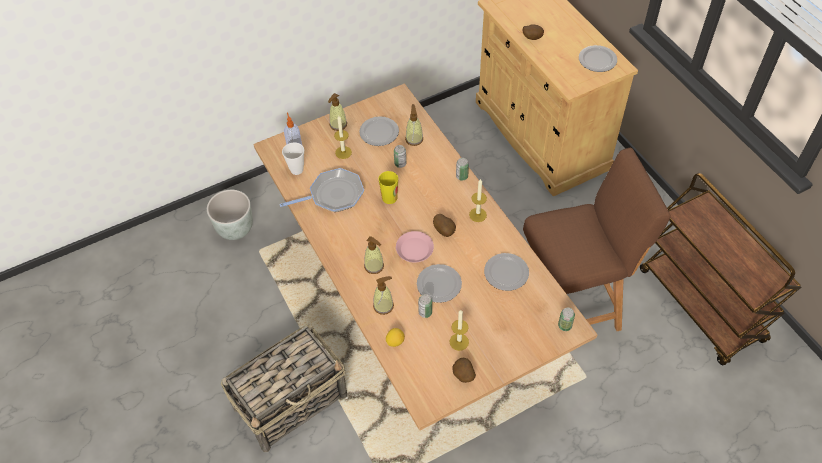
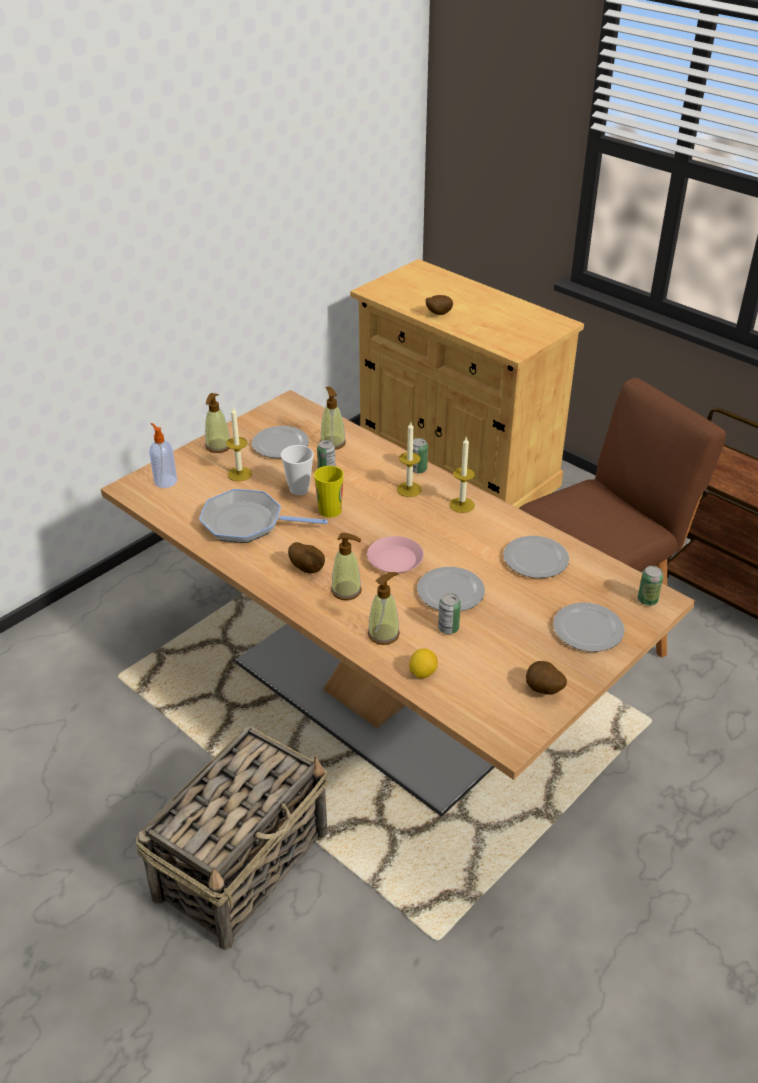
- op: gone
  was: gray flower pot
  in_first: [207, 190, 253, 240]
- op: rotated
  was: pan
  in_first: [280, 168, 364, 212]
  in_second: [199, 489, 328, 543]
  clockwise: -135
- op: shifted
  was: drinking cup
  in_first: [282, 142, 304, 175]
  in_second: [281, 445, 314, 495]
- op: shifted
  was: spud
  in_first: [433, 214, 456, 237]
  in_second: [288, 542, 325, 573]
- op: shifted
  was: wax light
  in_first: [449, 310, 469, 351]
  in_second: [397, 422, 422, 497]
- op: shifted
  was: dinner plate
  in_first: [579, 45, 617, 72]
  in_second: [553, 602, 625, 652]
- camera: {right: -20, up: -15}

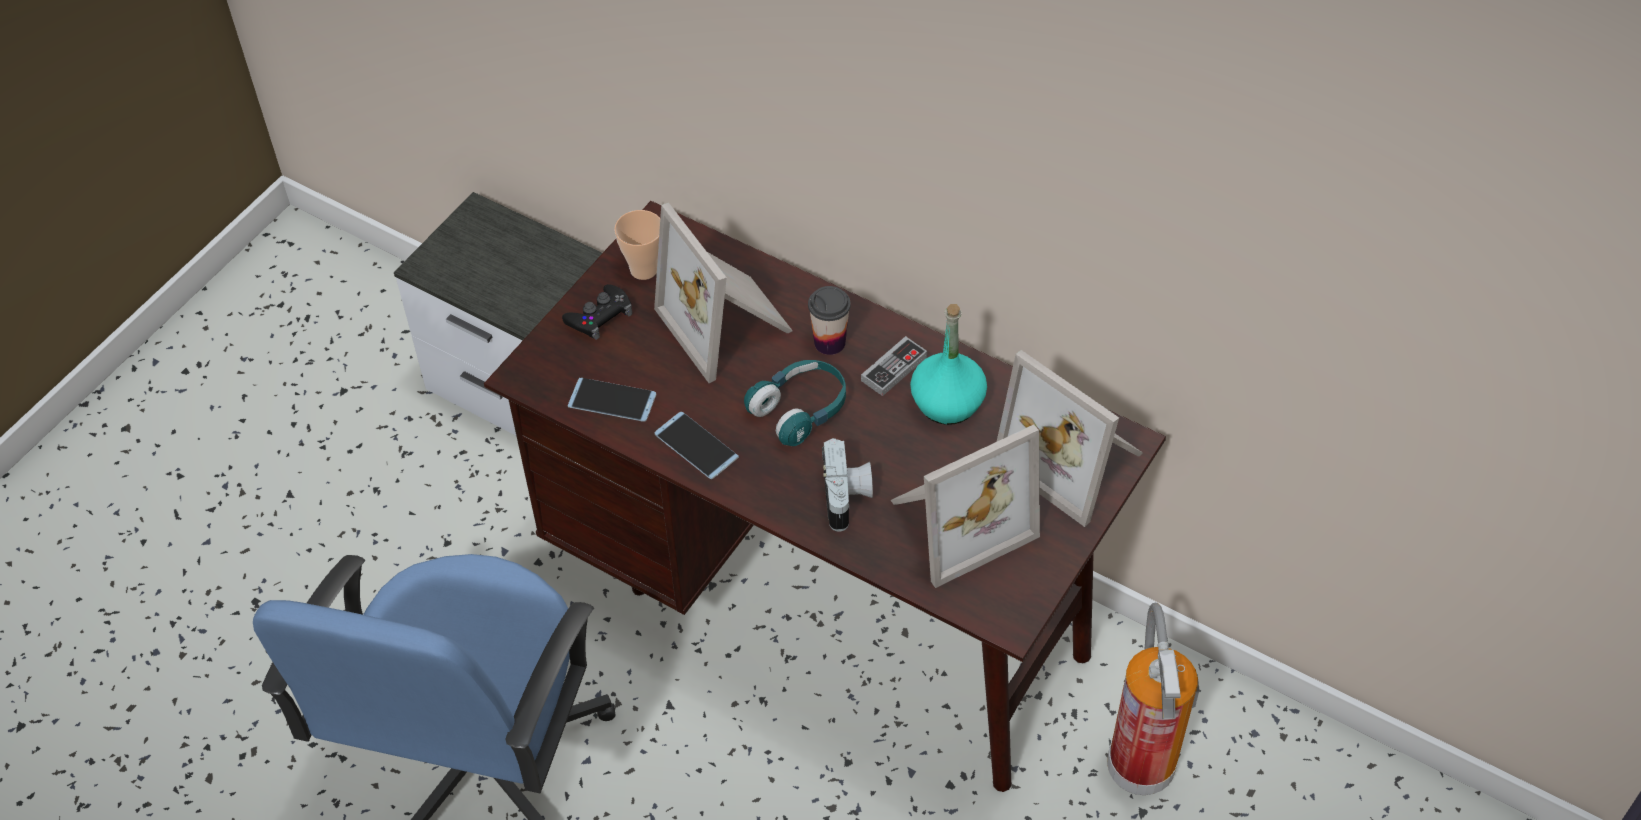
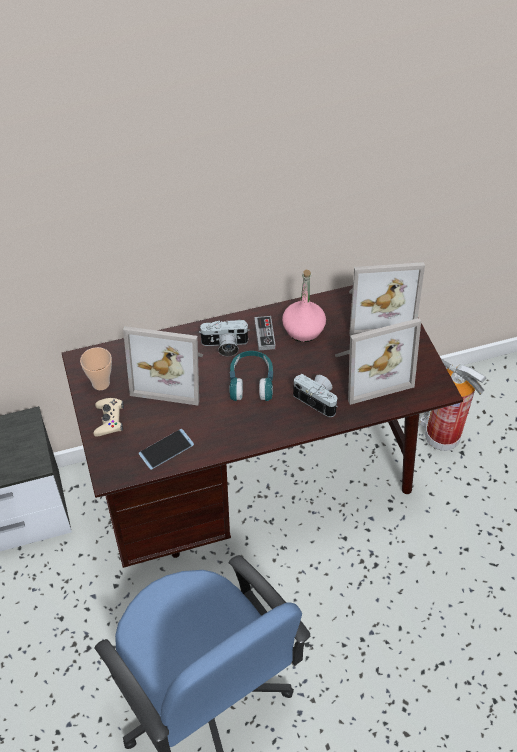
- op: repainted
  was: black gamepad
  now: sand-coloured gamepad
  in_first: [562, 284, 632, 340]
  in_second: [94, 398, 124, 437]
- op: gone
  was: telephone
  in_first: [654, 412, 739, 479]
- op: swapped
  was: drinking cup
  now: still camera
  in_first: [808, 286, 851, 355]
  in_second: [199, 320, 249, 356]
- op: rotated
  was: picture frame
  in_first: [891, 425, 1040, 588]
  in_second: [335, 318, 421, 405]
  clockwise: 60
- op: repainted
  was: blue-green beverage bottle
  now: pink beverage bottle
  in_first: [910, 304, 987, 425]
  in_second: [282, 270, 326, 342]
- camera: {right: -50, up: 0}

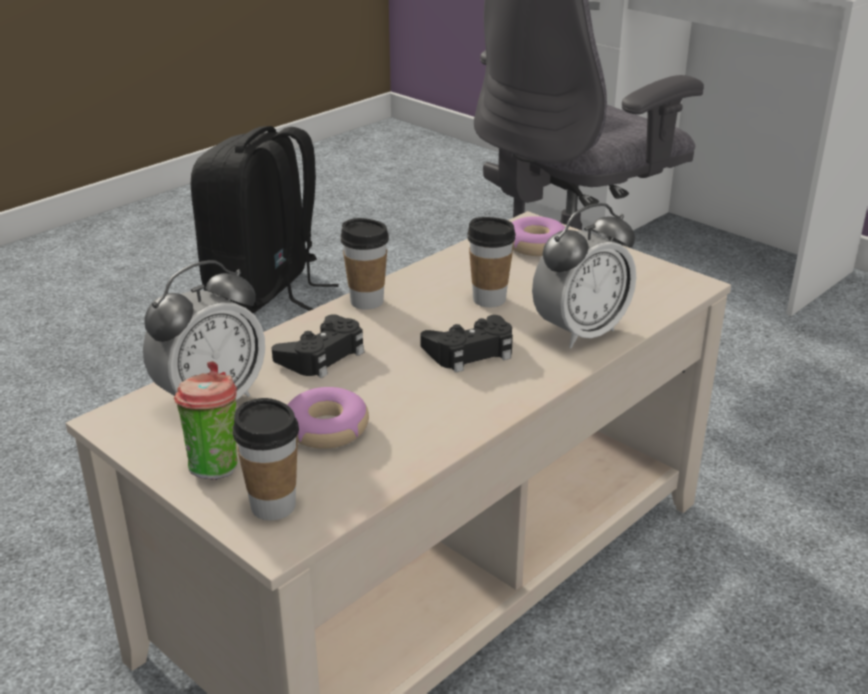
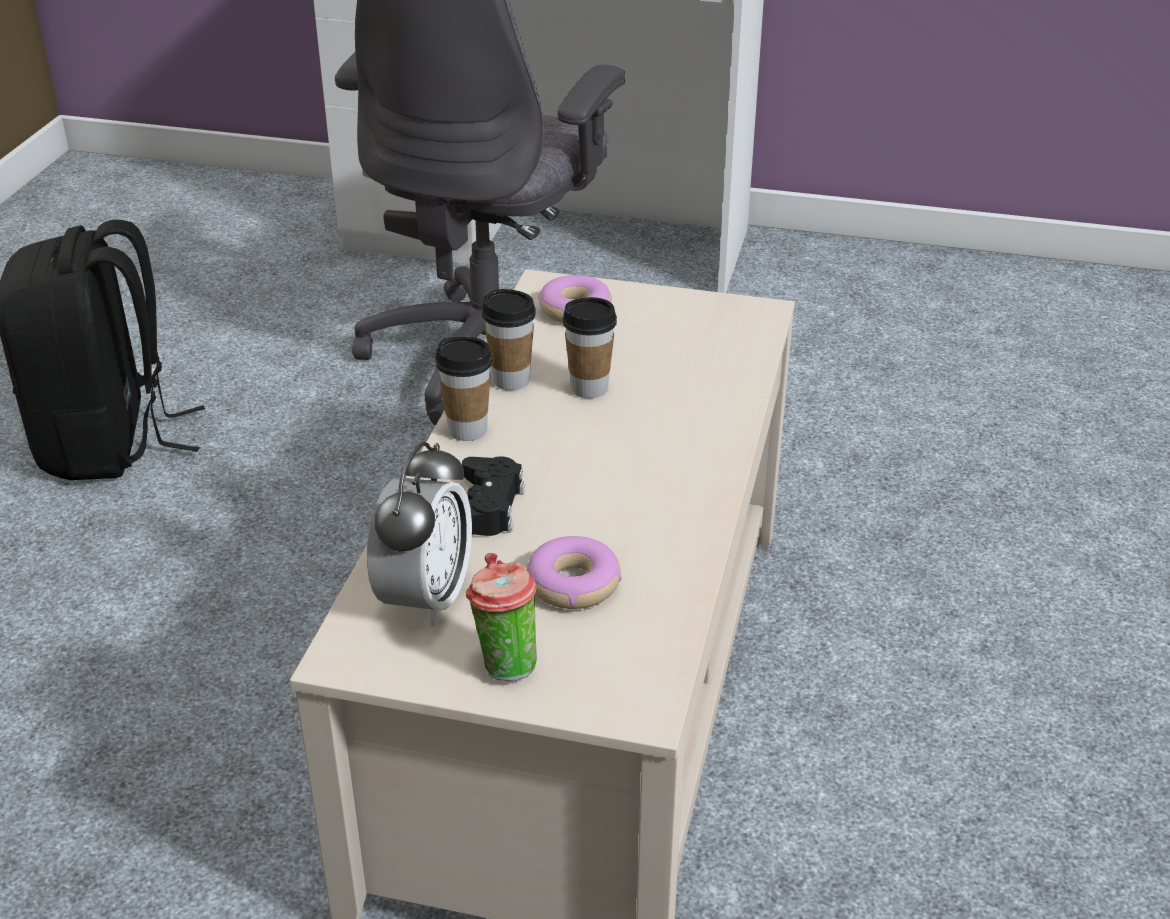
- op: shifted
  was: drinking cup
  in_first: [233, 398, 299, 521]
  in_second: [482, 289, 536, 390]
- op: gone
  was: black gamepad
  in_first: [420, 315, 513, 373]
- op: gone
  was: alarm clock
  in_first: [532, 203, 636, 348]
- camera: {right: -30, up: 5}

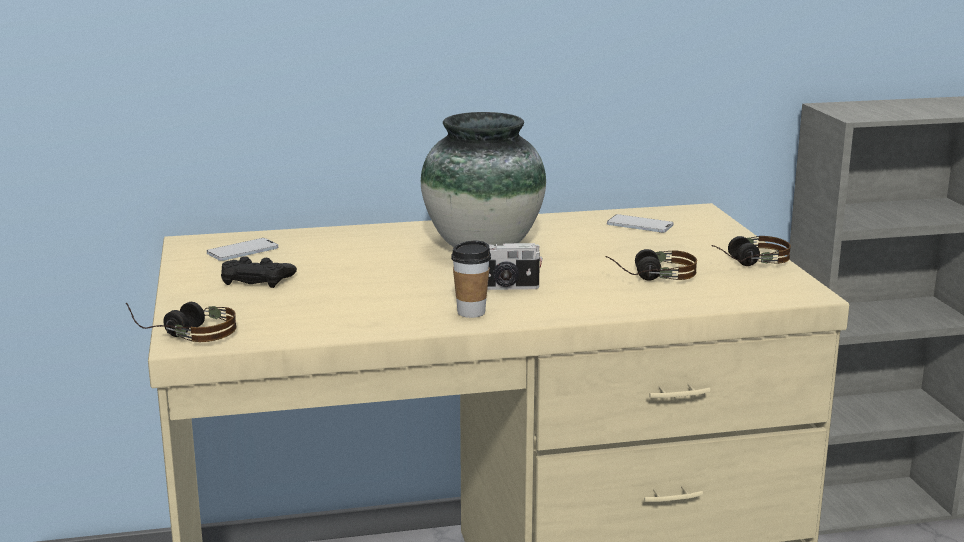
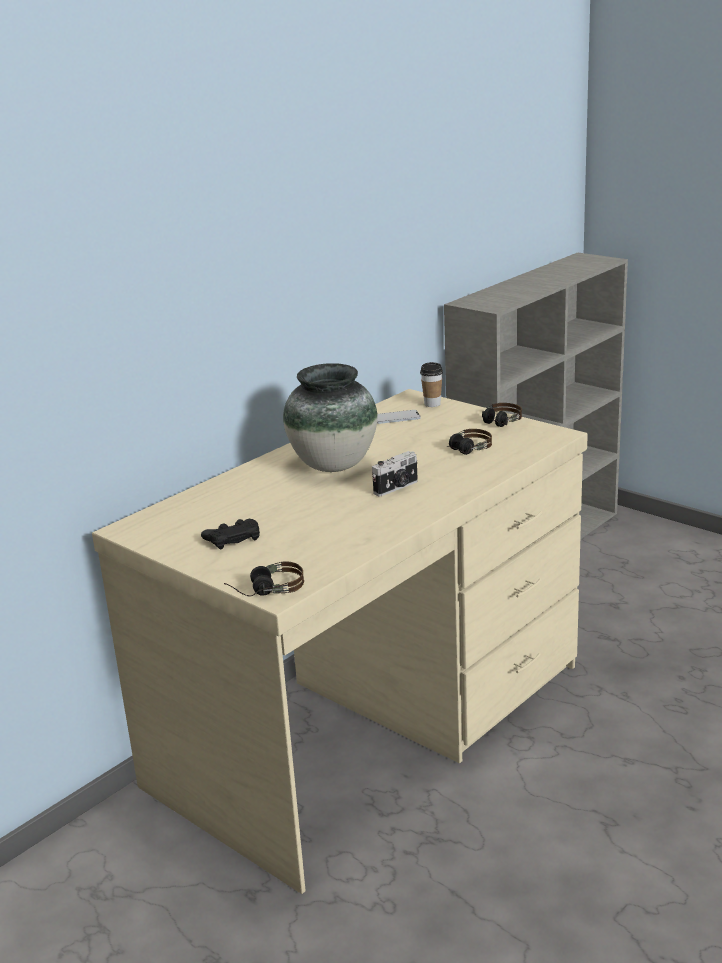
- op: gone
  was: telephone
  in_first: [207, 238, 278, 261]
- op: shifted
  was: drinking cup
  in_first: [451, 241, 491, 318]
  in_second: [420, 362, 443, 407]
- camera: {right: -35, up: 5}

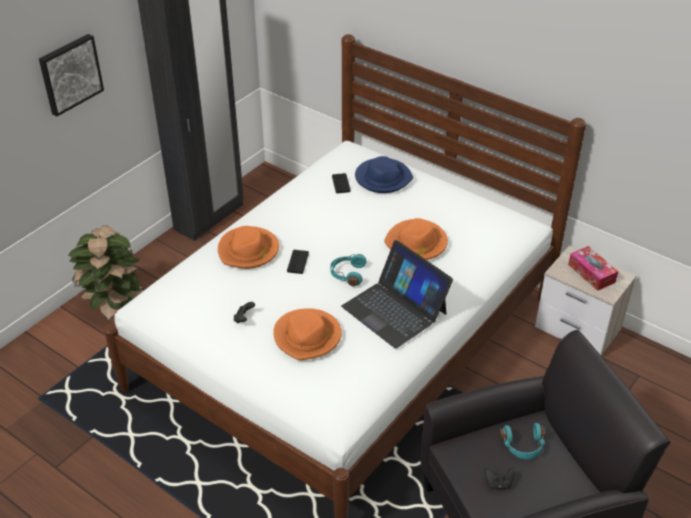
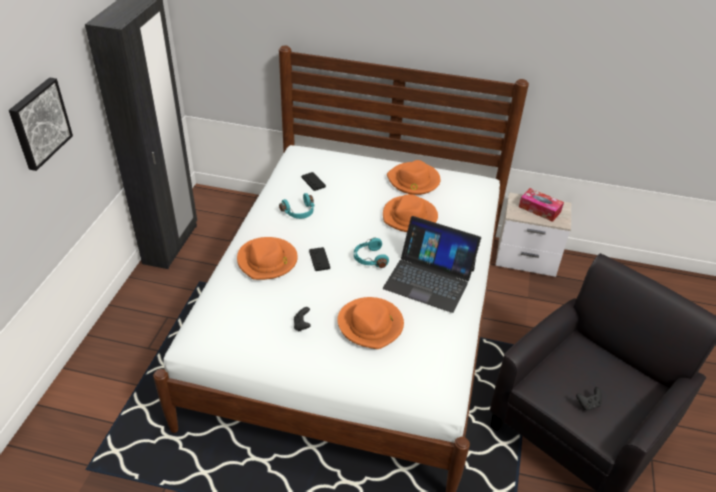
- op: gone
  was: houseplant
  in_first: [68, 225, 145, 321]
- op: gone
  was: bluish hat
  in_first: [355, 156, 413, 193]
- op: shifted
  was: blue-green pair of headphones
  in_first: [499, 423, 546, 459]
  in_second: [279, 193, 315, 219]
- op: new
  now: orange hat
  in_second: [387, 160, 440, 195]
- camera: {right: -25, up: 0}

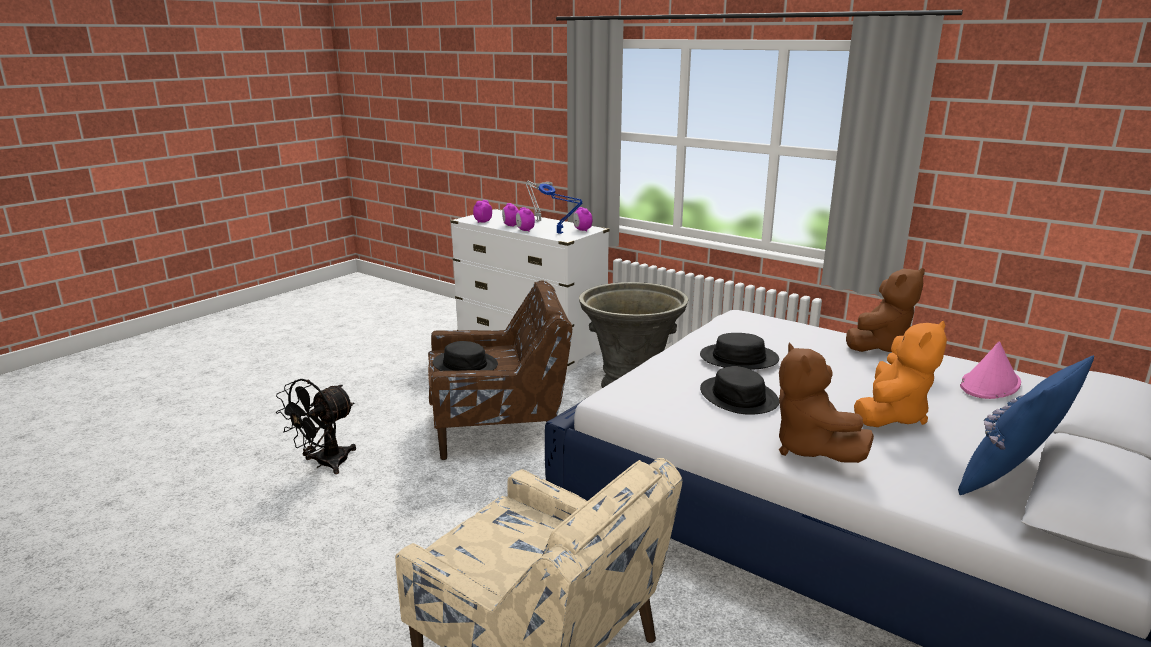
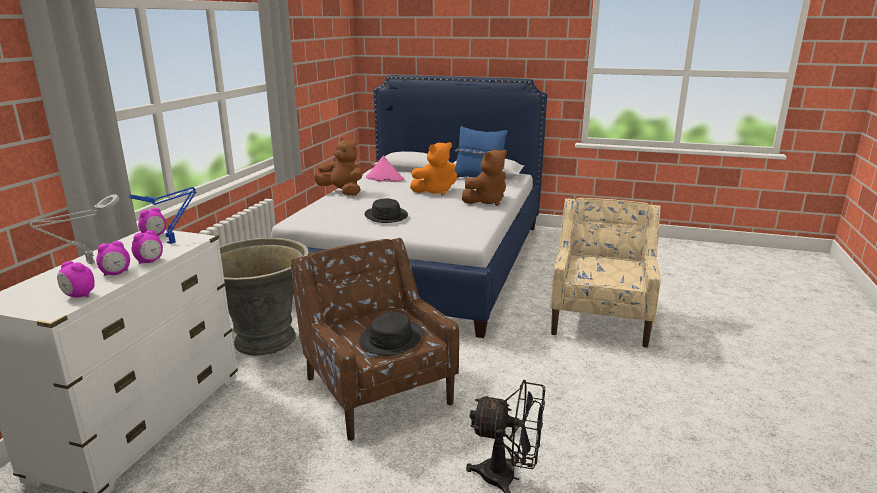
- op: gone
  was: black hat
  in_first: [700, 366, 779, 415]
- op: rotated
  was: orange soft toy
  in_first: [854, 321, 947, 427]
  in_second: [410, 142, 457, 196]
  clockwise: 135
- camera: {right: -110, up: 0}

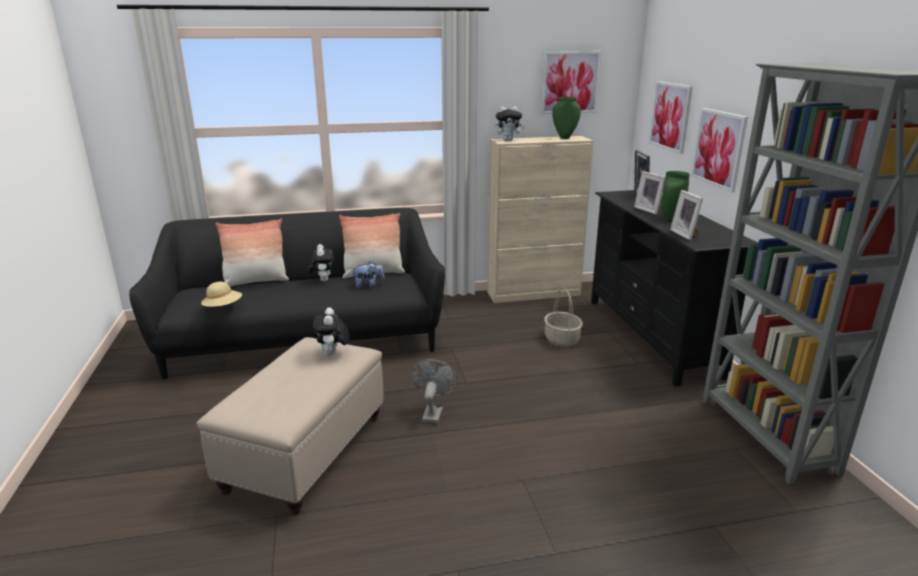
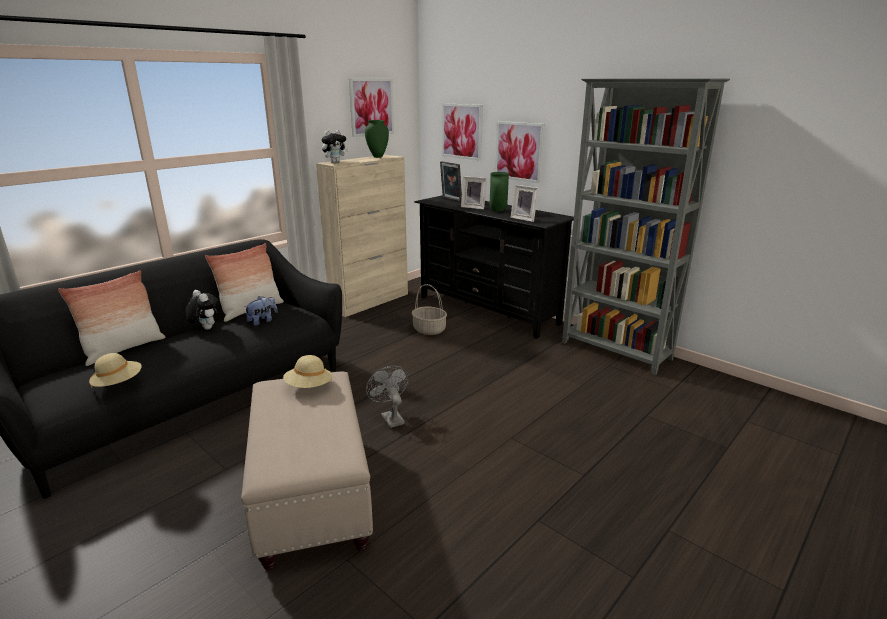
- op: swapped
  was: soft toy
  now: sand-coloured hat
  in_first: [313, 307, 349, 356]
  in_second: [283, 355, 332, 388]
- camera: {right: -35, up: 0}

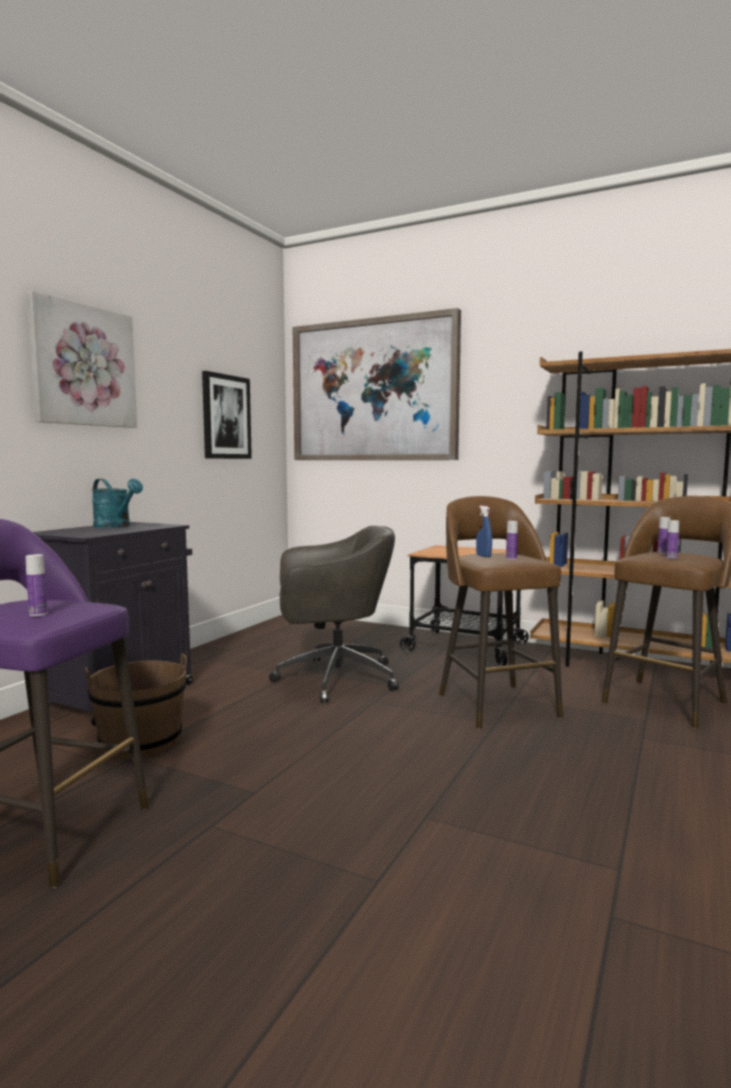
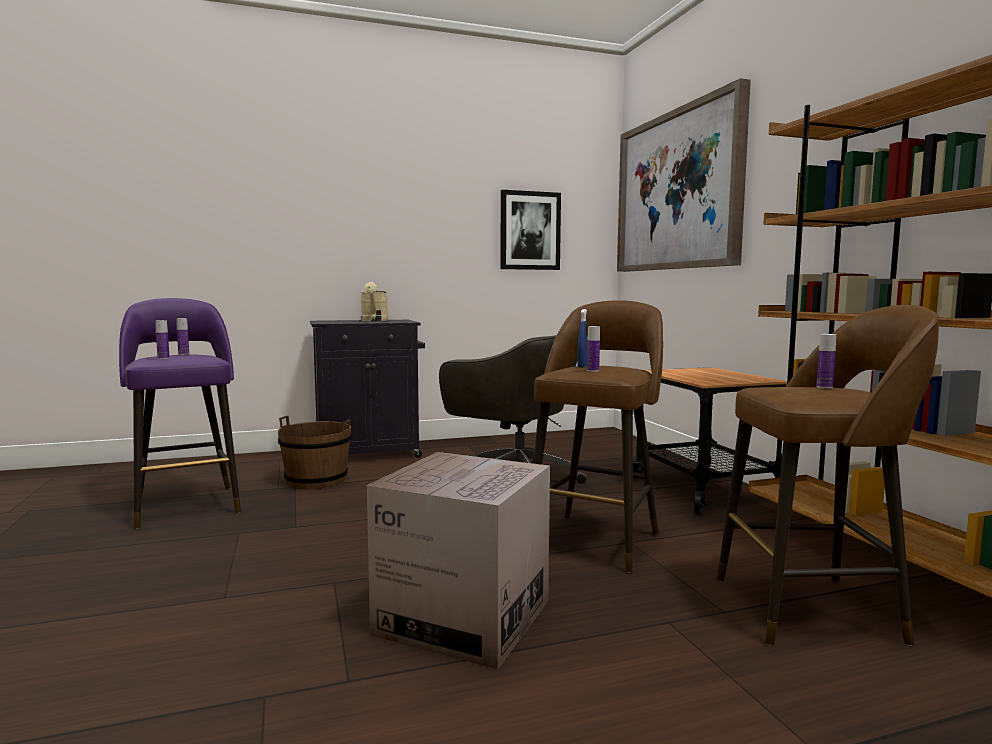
- op: gone
  was: wall picture
  in_first: [27, 291, 137, 428]
- op: repainted
  was: blue-green sprinkling can
  now: sand-coloured sprinkling can
  in_first: [92, 479, 143, 528]
  in_second: [361, 282, 388, 321]
- op: shifted
  was: beverage bottle
  in_first: [666, 520, 679, 559]
  in_second: [176, 318, 189, 355]
- op: new
  now: cardboard box
  in_second: [367, 452, 550, 669]
- camera: {right: 45, up: 0}

